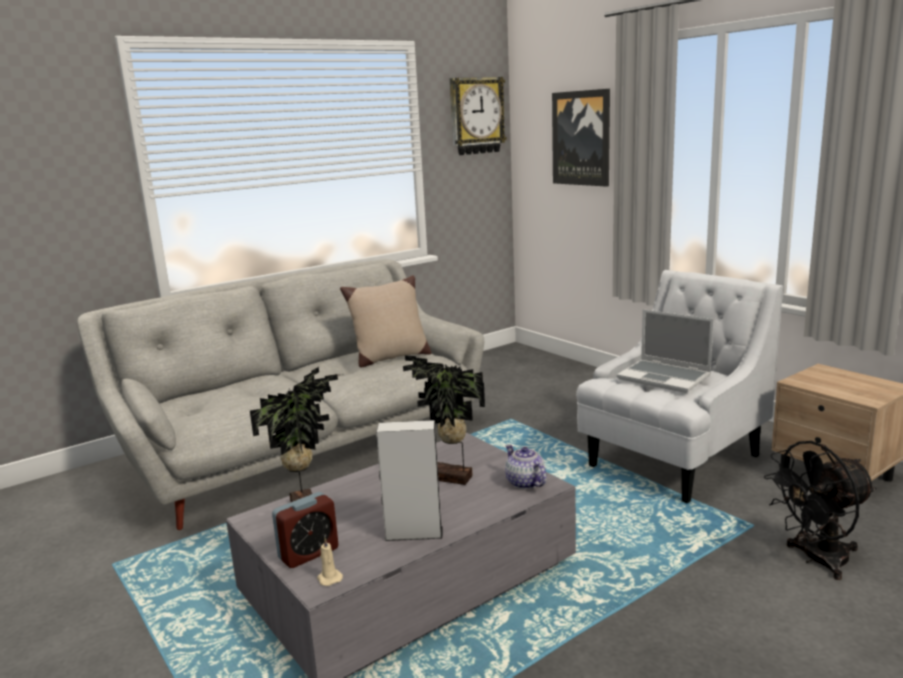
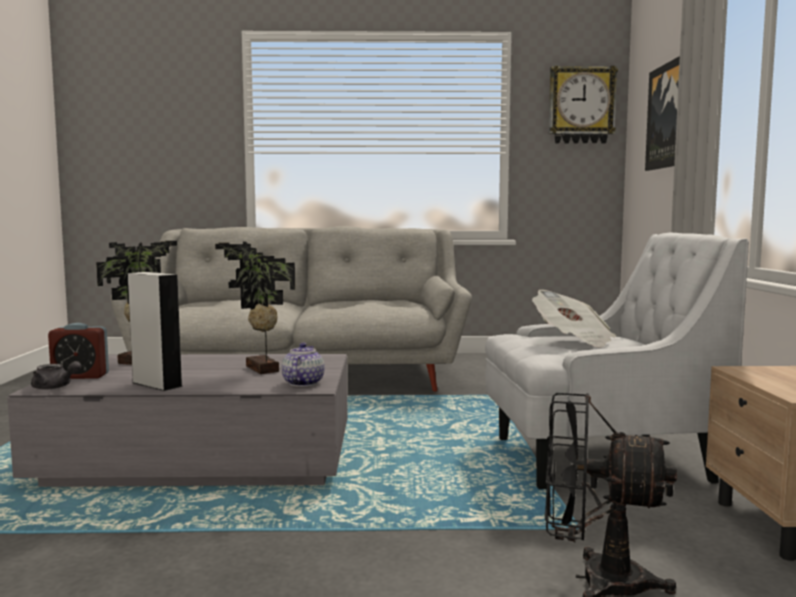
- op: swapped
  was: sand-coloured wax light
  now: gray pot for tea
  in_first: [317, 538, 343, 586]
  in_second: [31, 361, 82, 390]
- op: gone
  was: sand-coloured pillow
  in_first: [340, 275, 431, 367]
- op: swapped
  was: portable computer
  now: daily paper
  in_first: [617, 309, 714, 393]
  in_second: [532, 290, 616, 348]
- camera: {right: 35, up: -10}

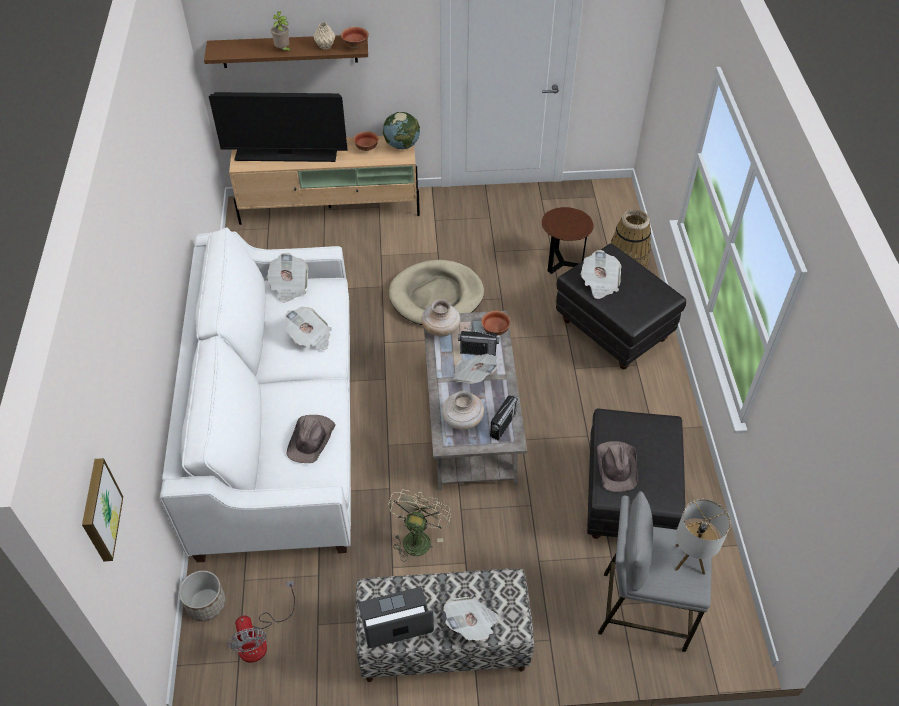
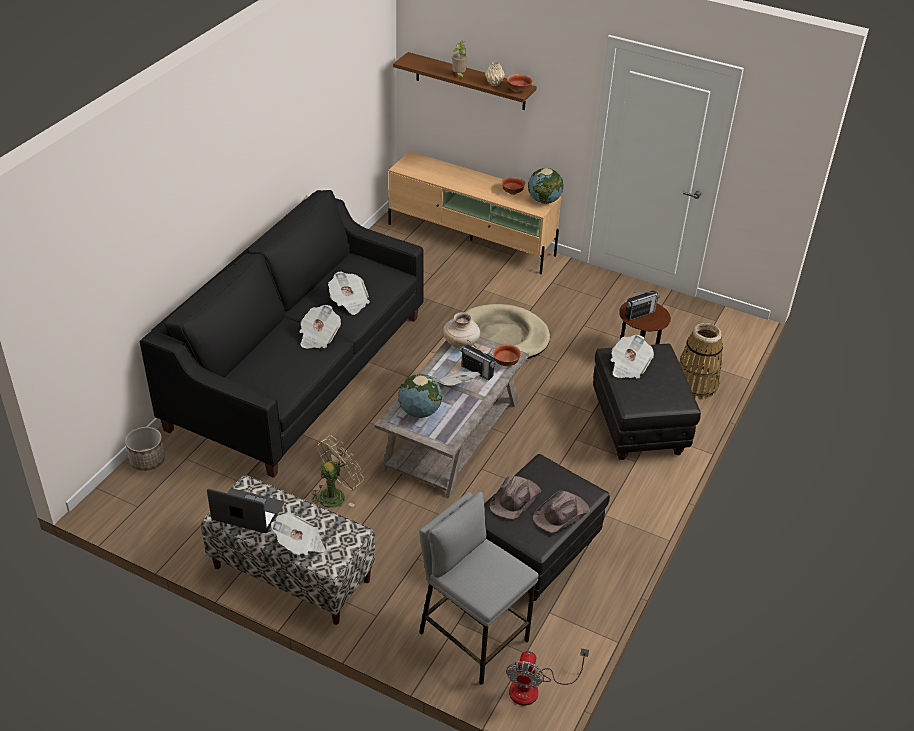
- op: gone
  was: wall picture
  in_first: [82, 458, 123, 561]
- op: repainted
  was: white-coloured couch
  now: black couch
  in_first: [160, 227, 351, 562]
  in_second: [140, 190, 424, 478]
- op: gone
  was: TV
  in_first: [209, 92, 348, 162]
- op: shifted
  was: cooling fan
  in_first: [228, 580, 295, 663]
  in_second: [506, 648, 589, 706]
- op: shifted
  was: daily paper
  in_first: [267, 253, 308, 303]
  in_second: [299, 305, 341, 348]
- op: shifted
  was: brown hat
  in_first: [286, 415, 335, 463]
  in_second: [533, 491, 590, 533]
- op: swapped
  was: sand-coloured flower vase
  now: world globe
  in_first: [442, 391, 484, 430]
  in_second: [398, 374, 442, 418]
- op: shifted
  was: radio set
  in_first: [490, 395, 518, 441]
  in_second: [625, 291, 660, 321]
- op: gone
  was: lamp for a table
  in_first: [675, 499, 731, 575]
- camera: {right: 30, up: -10}

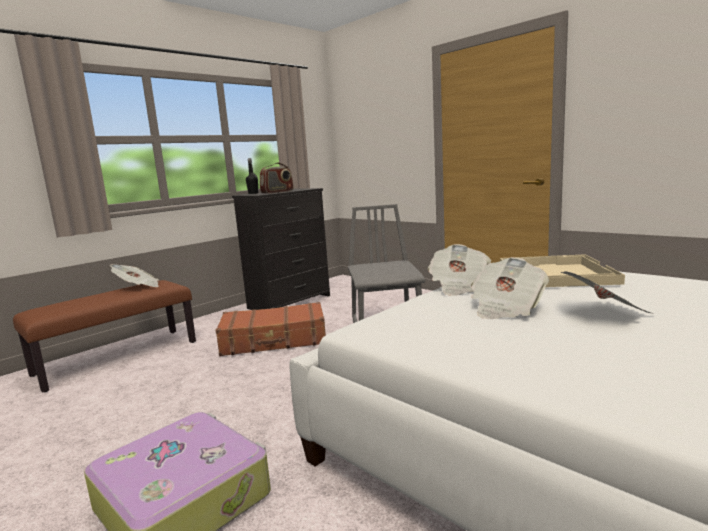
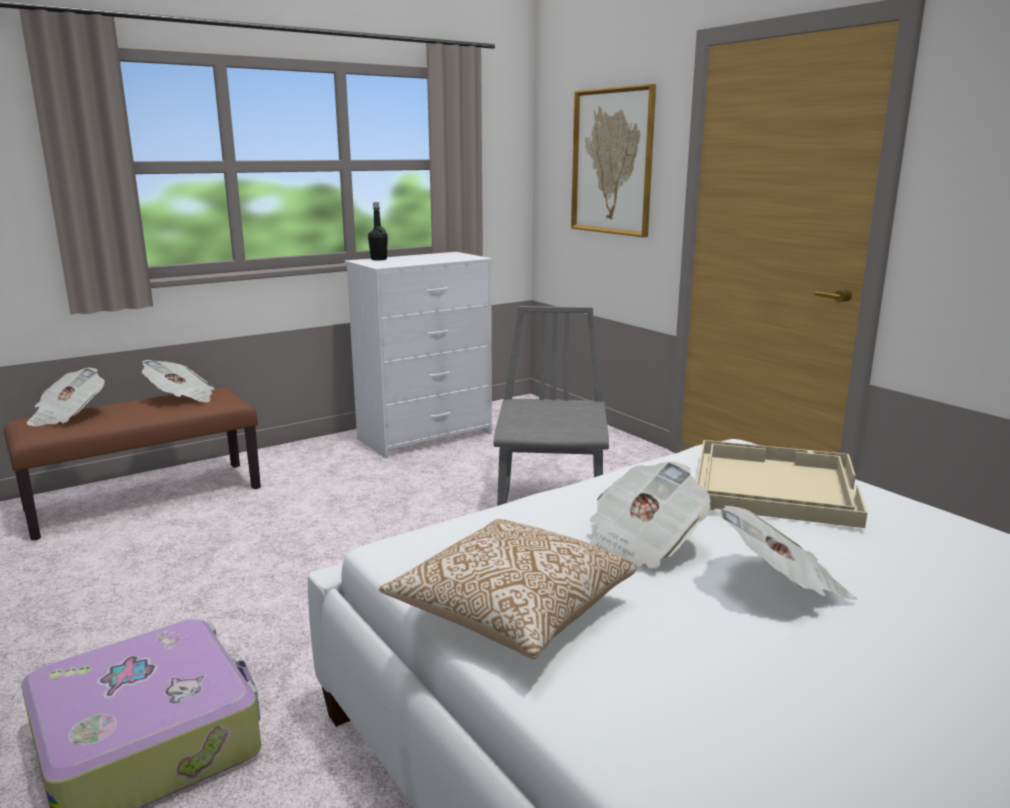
- op: gone
  was: brown travel case
  in_first: [215, 302, 326, 356]
- op: repainted
  was: black drawer chest
  now: white-coloured drawer chest
  in_first: [232, 188, 330, 310]
  in_second: [345, 252, 493, 458]
- op: gone
  was: radio set
  in_first: [260, 162, 294, 193]
- op: shifted
  was: daily paper
  in_first: [428, 244, 491, 296]
  in_second: [27, 368, 105, 426]
- op: new
  now: pillow
  in_second: [379, 519, 637, 659]
- op: new
  now: wall picture
  in_second: [571, 84, 656, 237]
- camera: {right: 10, up: 5}

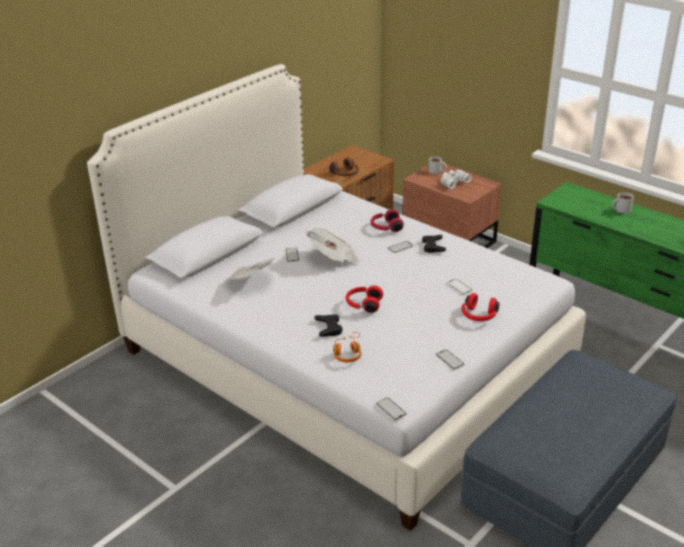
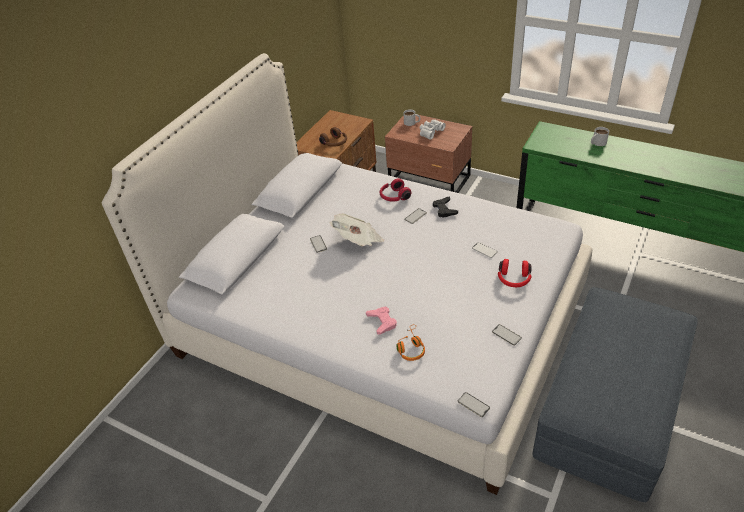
- op: gone
  was: daily paper
  in_first: [224, 258, 276, 281]
- op: repainted
  was: black gamepad
  now: pink gamepad
  in_first: [315, 314, 343, 337]
  in_second: [366, 306, 397, 335]
- op: gone
  was: red pair of headphones
  in_first: [346, 285, 383, 313]
- camera: {right: -10, up: 10}

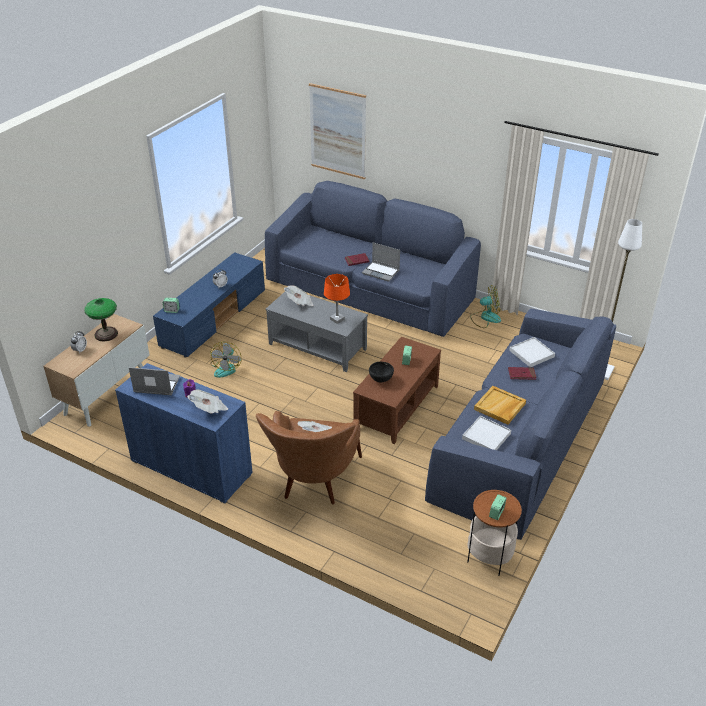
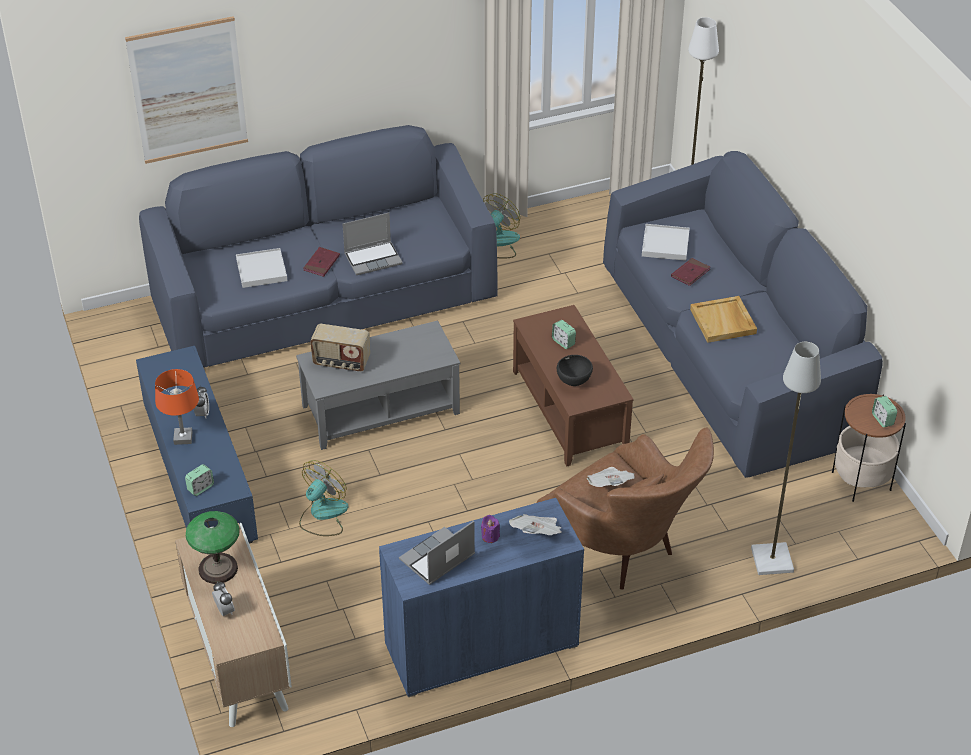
- op: rotated
  was: cooling fan
  in_first: [210, 342, 242, 378]
  in_second: [299, 460, 348, 536]
  clockwise: -105
- op: swapped
  was: daily paper
  now: radio set
  in_first: [284, 286, 314, 306]
  in_second: [310, 324, 370, 371]
- op: shifted
  was: orange lamp for a table
  in_first: [324, 274, 350, 324]
  in_second: [155, 369, 199, 445]
- op: shifted
  was: white-coloured serving tray
  in_first: [462, 416, 511, 450]
  in_second: [236, 248, 287, 288]
- op: new
  now: gray standard lamp
  in_second: [751, 342, 821, 575]
- camera: {right: -50, up: 5}

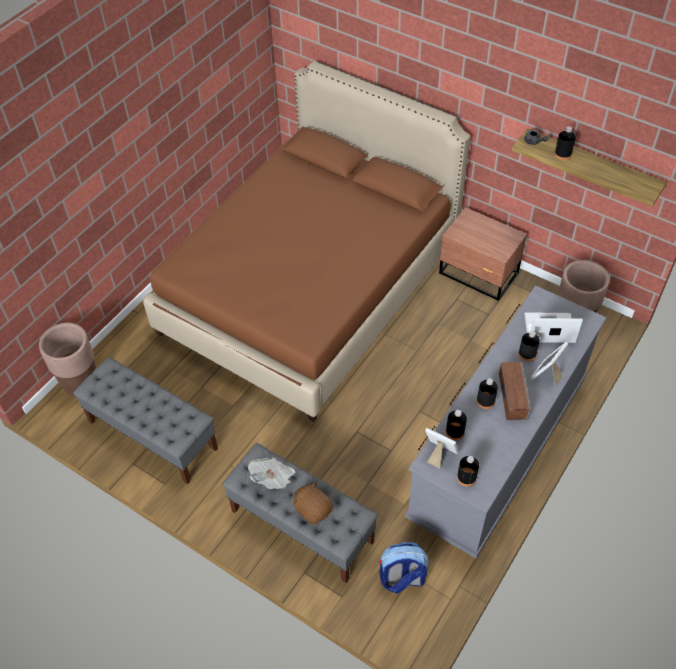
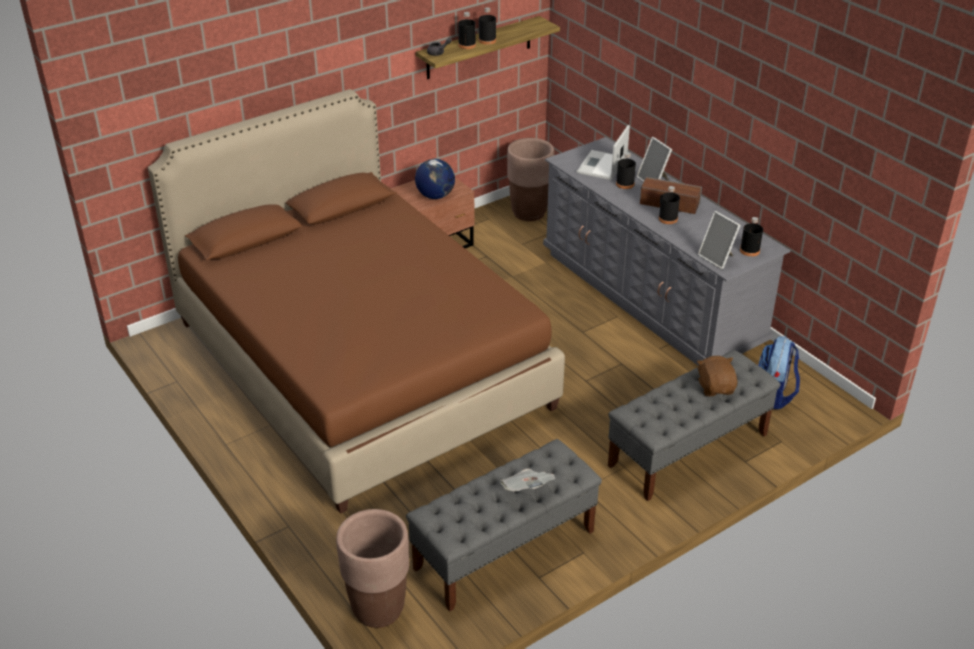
- op: shifted
  was: daily paper
  in_first: [248, 458, 295, 489]
  in_second: [500, 469, 555, 491]
- op: rotated
  was: brown soft toy
  in_first: [292, 481, 333, 525]
  in_second: [697, 356, 737, 396]
  clockwise: 105
- op: rotated
  was: picture frame
  in_first: [425, 428, 459, 469]
  in_second: [698, 211, 741, 269]
  clockwise: -90
- op: shifted
  was: black beverage bottle
  in_first: [445, 410, 467, 440]
  in_second: [479, 7, 496, 45]
- op: new
  now: world globe
  in_second: [415, 159, 455, 199]
- camera: {right: -70, up: -15}

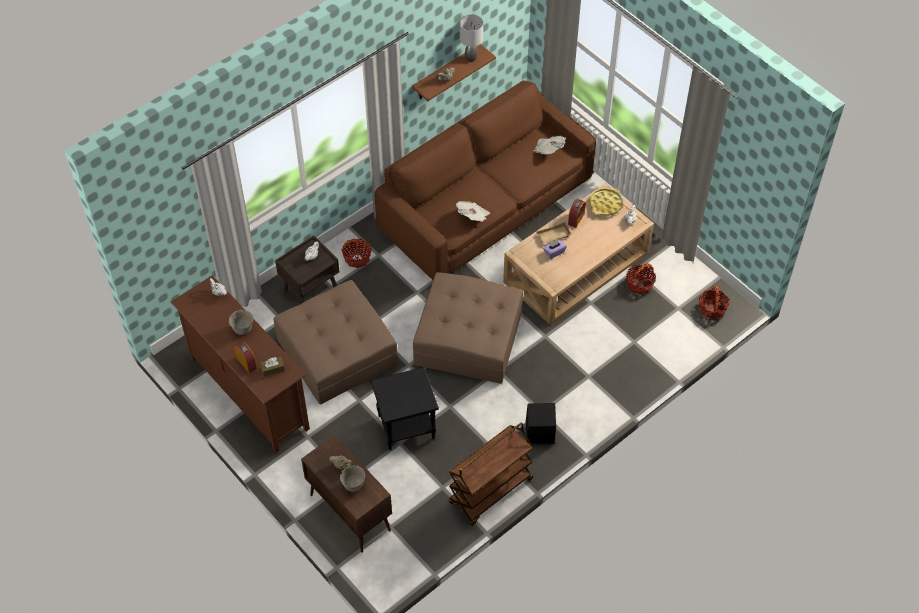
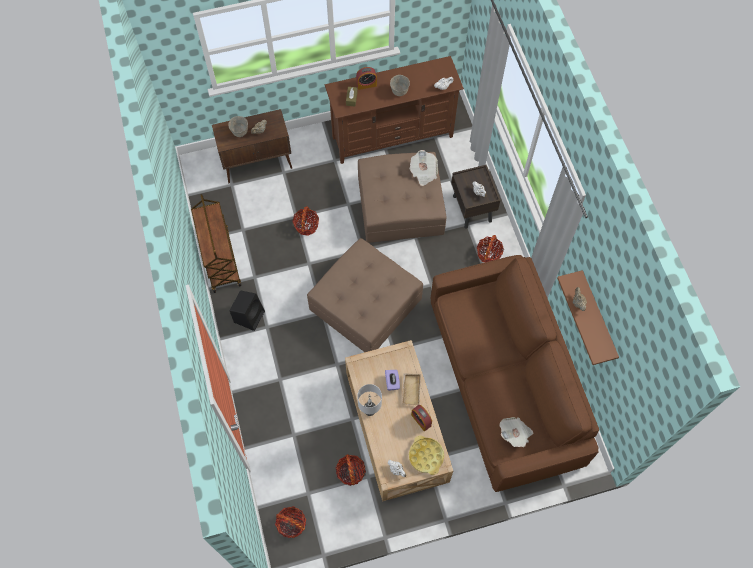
- op: swapped
  was: black side table
  now: basket
  in_first: [371, 367, 439, 450]
  in_second: [292, 206, 319, 236]
- op: shifted
  was: daily paper
  in_first: [456, 201, 490, 222]
  in_second: [410, 150, 438, 186]
- op: shifted
  was: gray lamp for a table
  in_first: [460, 14, 483, 62]
  in_second: [357, 384, 382, 416]
- camera: {right: 115, up: 10}

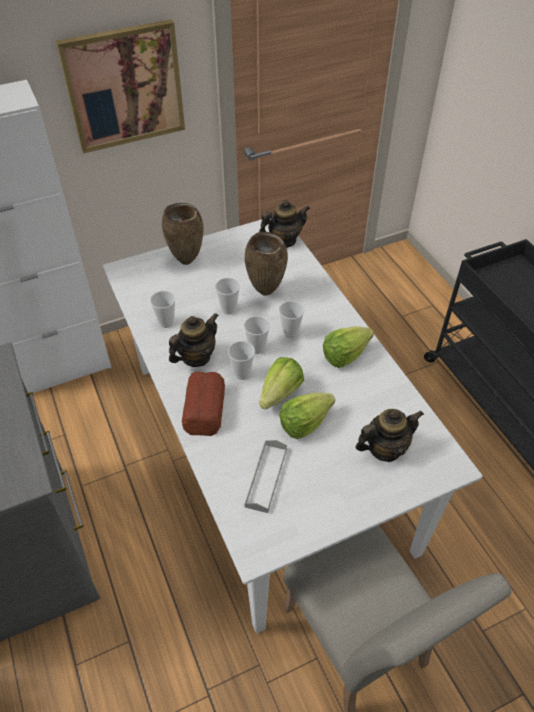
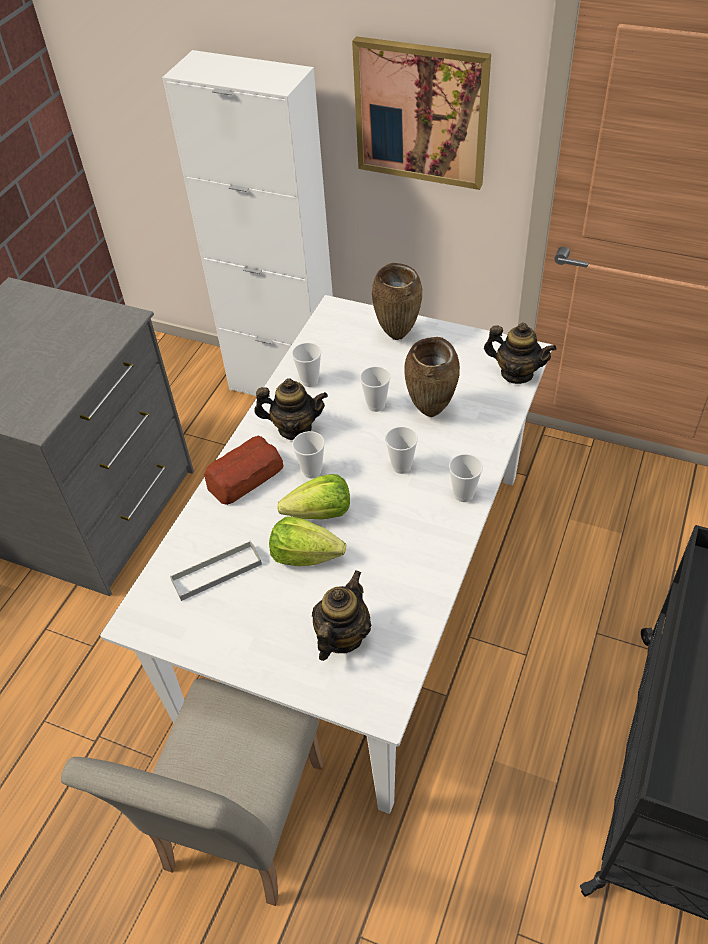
- op: shifted
  was: drinking cup
  in_first: [244, 316, 270, 354]
  in_second: [449, 454, 483, 502]
- op: gone
  was: head of lettuce
  in_first: [323, 326, 374, 368]
- op: rotated
  was: pot for tea
  in_first: [355, 409, 424, 462]
  in_second: [312, 571, 371, 661]
  clockwise: -90
- camera: {right: 50, up: 0}

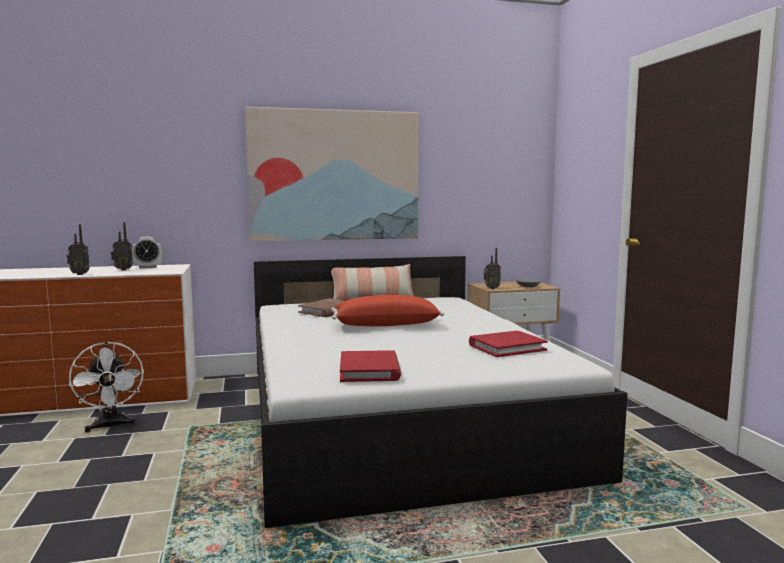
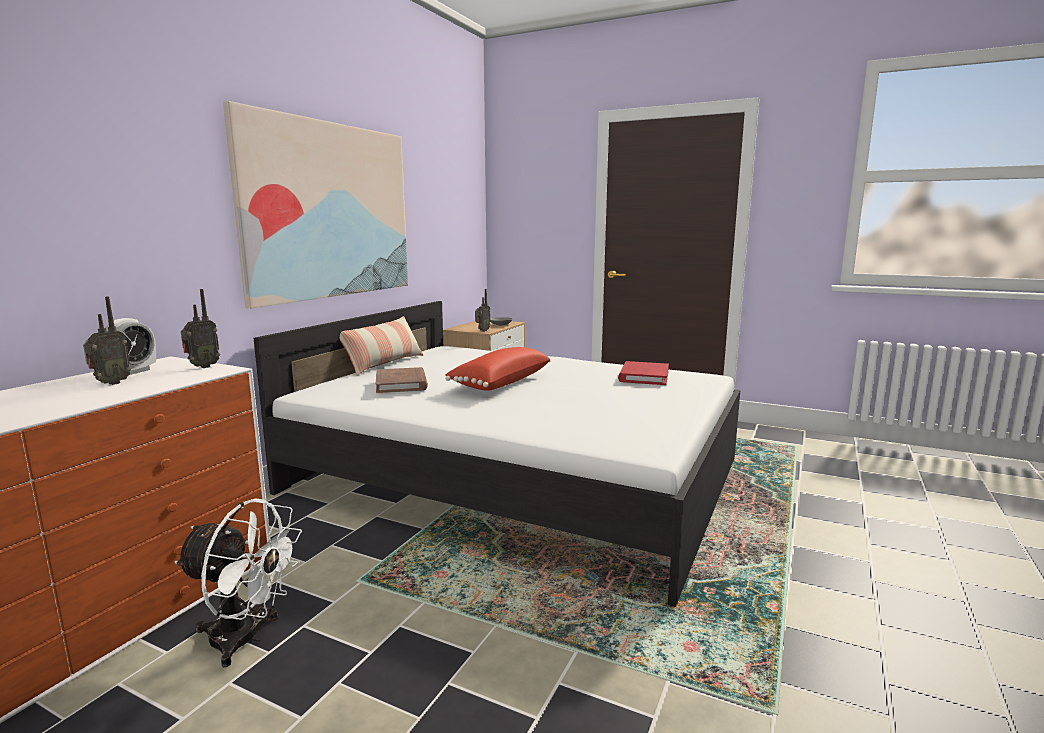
- op: shifted
  was: radio set
  in_first: [66, 224, 90, 275]
  in_second: [181, 289, 220, 368]
- op: gone
  was: red volume
  in_first: [340, 350, 401, 382]
- camera: {right: -50, up: 5}

